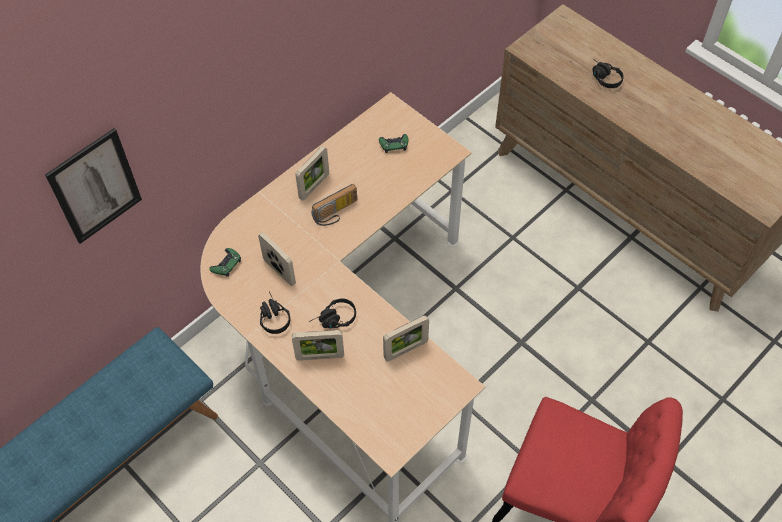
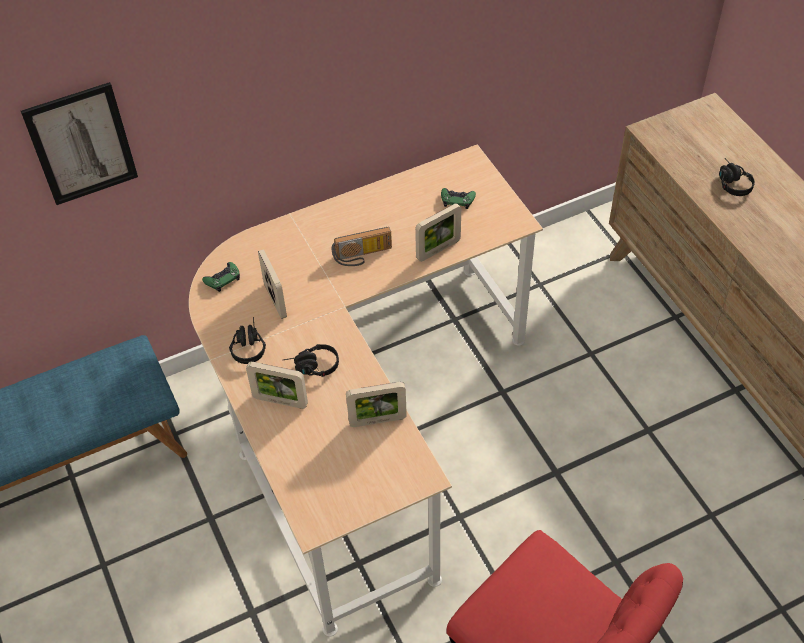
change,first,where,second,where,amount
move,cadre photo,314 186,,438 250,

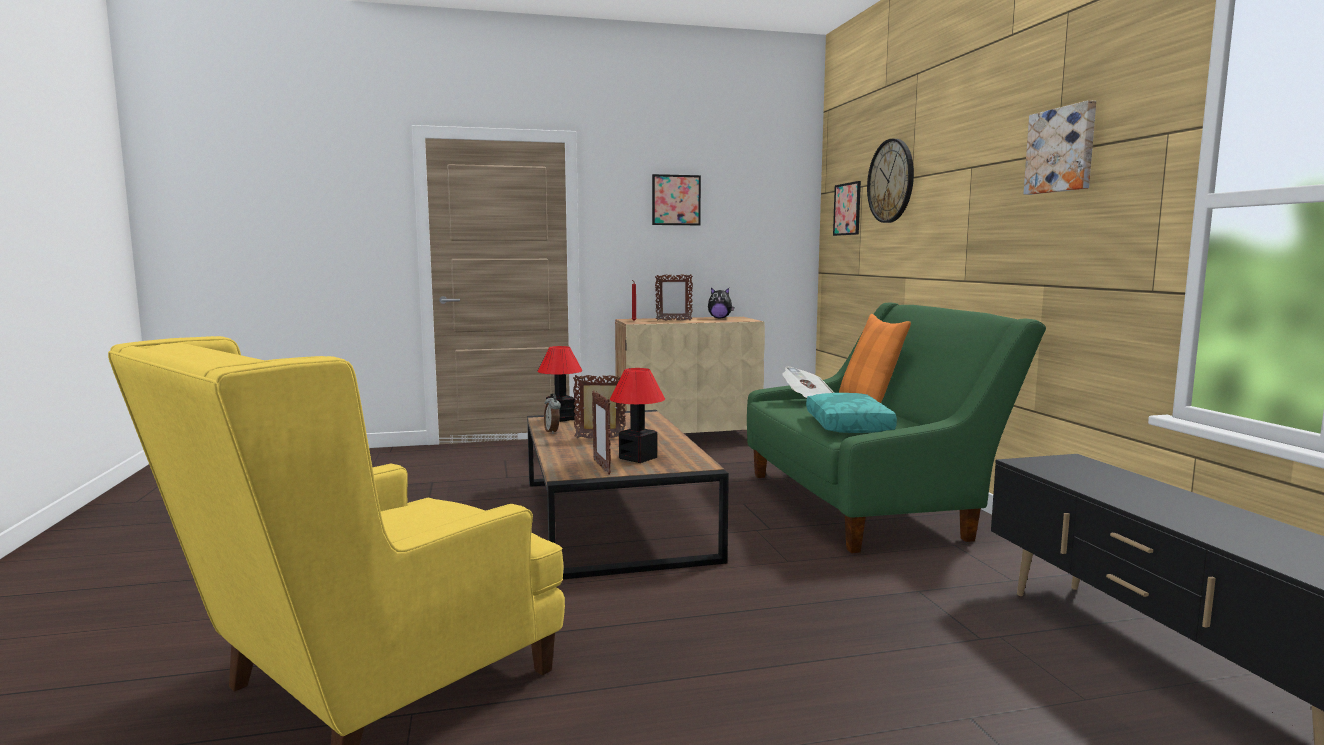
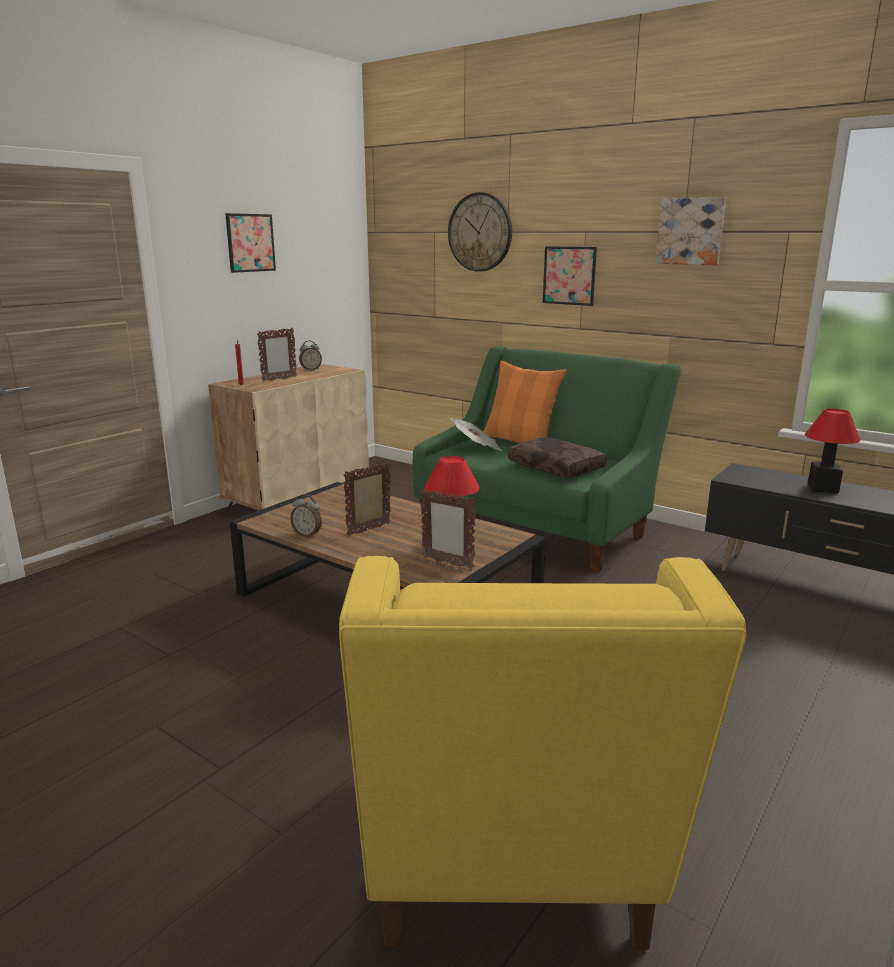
change,first,where,second,where,amount
move,tableau,847 209,,569 275,
replace,peluche,719 318,réveil,310 369,
move,lampe de table,560 419,,822 489,
recolor,coussin [turquoise],850 425,coussin [marron],557 468,

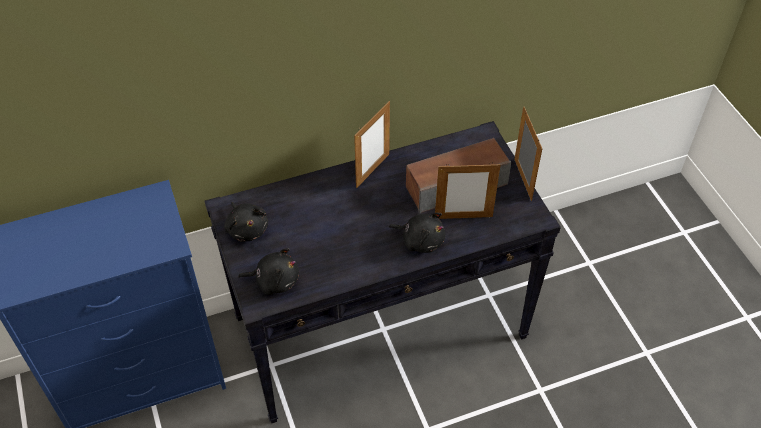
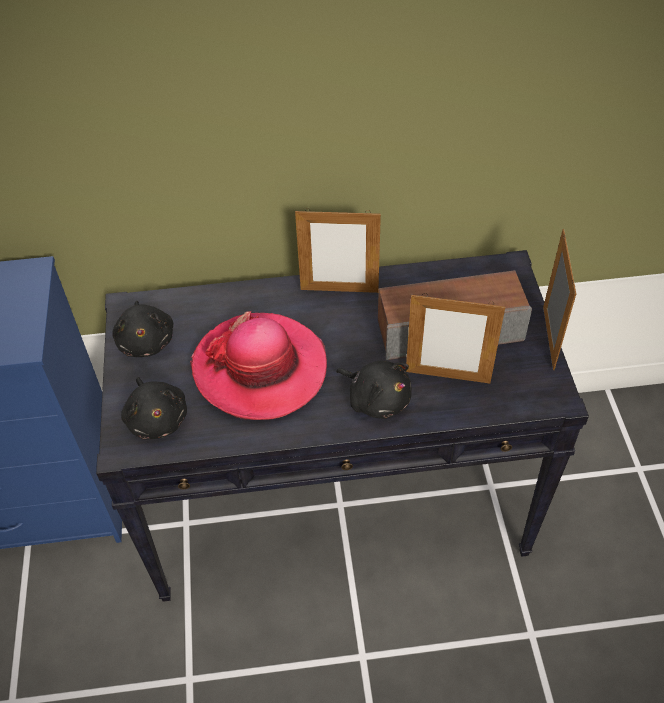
change,first,where,second,where,amount
rotate,cadre photo,372 170,,339 290,45 degrees clockwise
rotate,peluche [noir],274 280,,157 418,45 degrees clockwise
insert,,,chapeau,260 368,

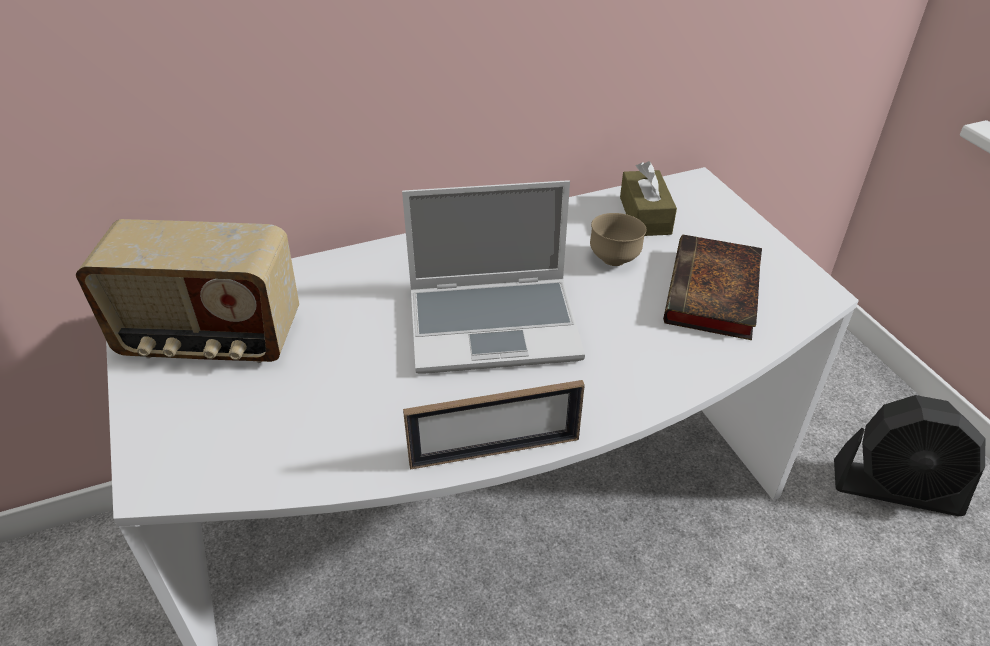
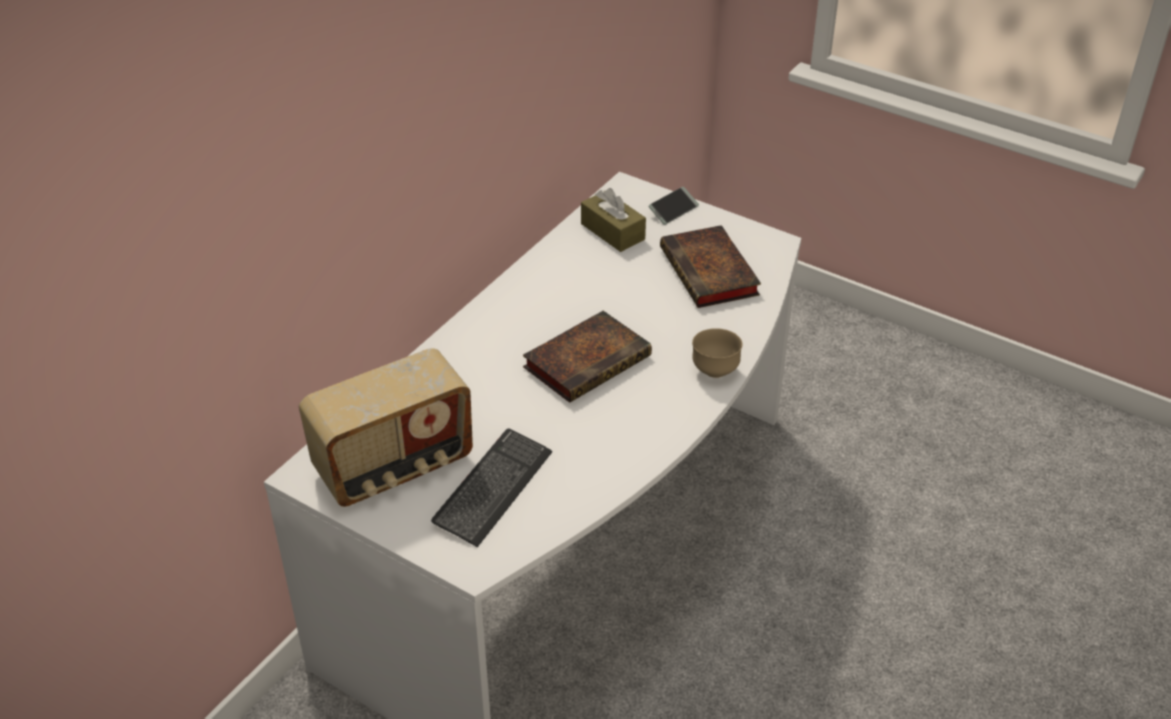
change,first,where,second,where,amount
replace,ordinateur portable,495 325,livre,588 360,
move,bol [marron],614 259,,715 371,
delete,cadre photo,495 451,,,
delete,ventilateur [noir],896 488,,,
insert,,,téléphone,673 210,
insert,,,clavier,493 488,

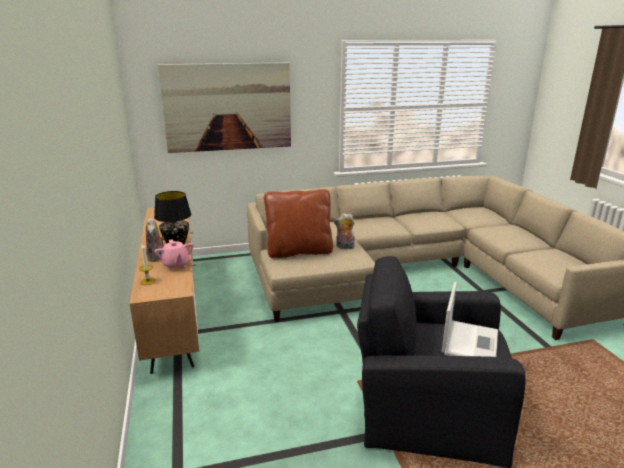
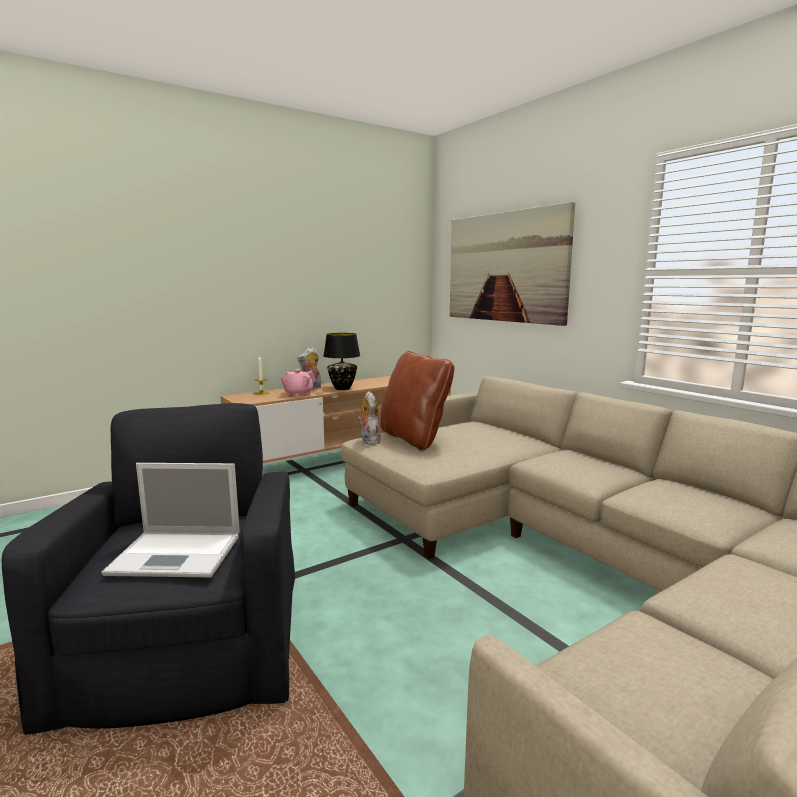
change,first,where,second,where,amount
move,peluche,344 247,,369 441,

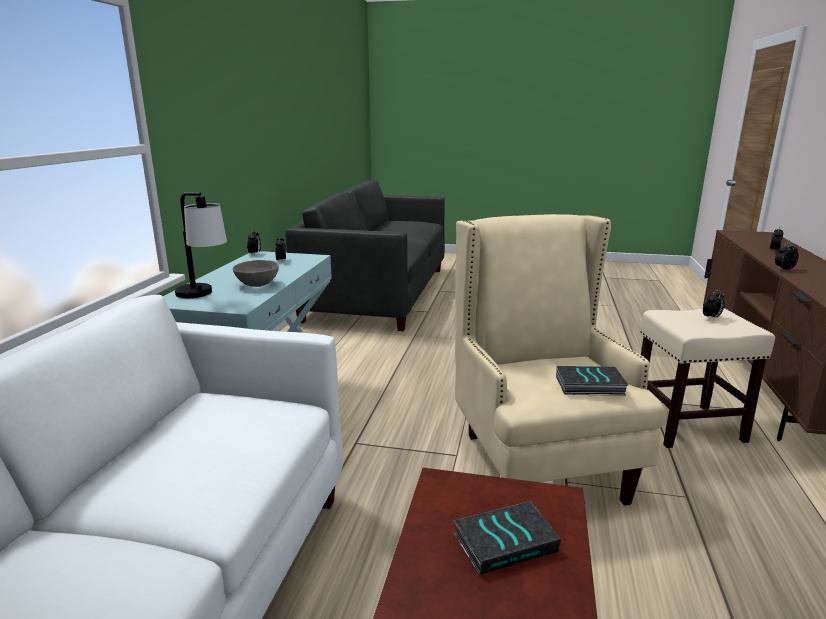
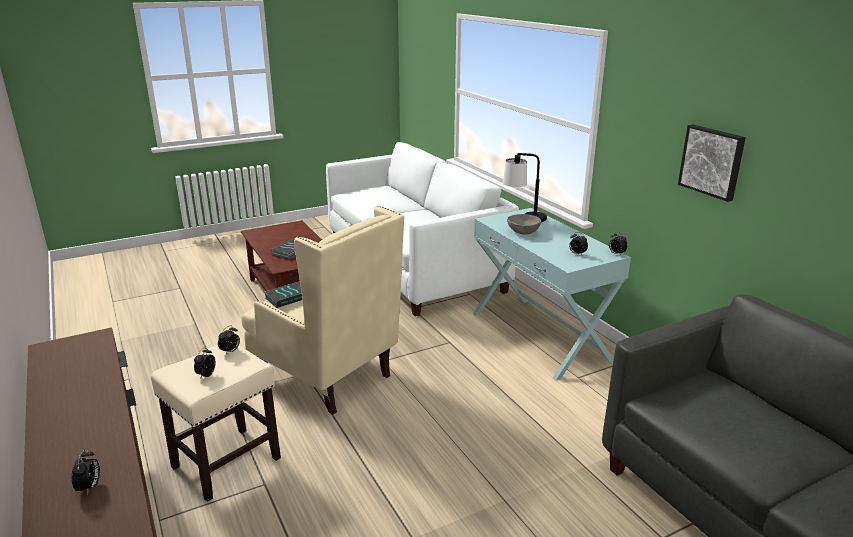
change,first,where,second,where,amount
move,réveil,783 269,,230 351,
insert,,,tableau,712 161,

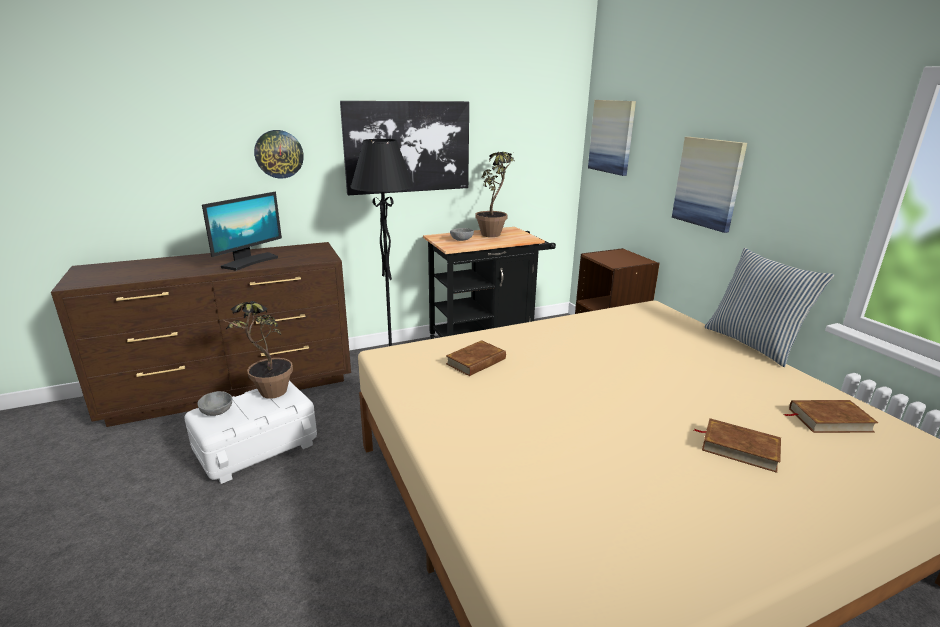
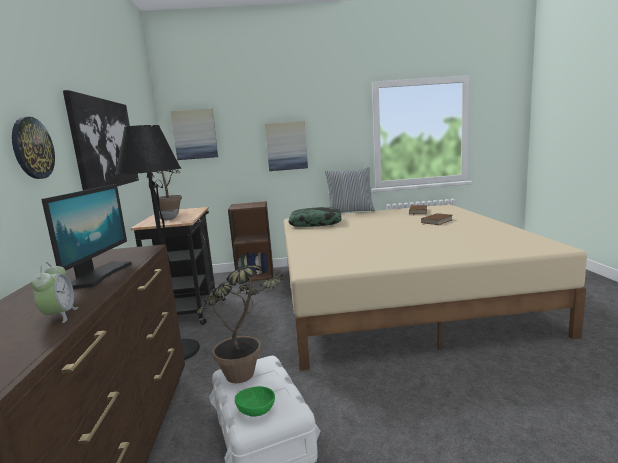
change,first,where,second,where,amount
rotate,écran d'ordinateur,249 262,,99 275,45 degrees clockwise
delete,livre [marron],476 361,,,
recolor,bol [gris],218 411,bol [vert],256 410,
insert,,,coussin,316 223,
insert,,,réveil,59 316,

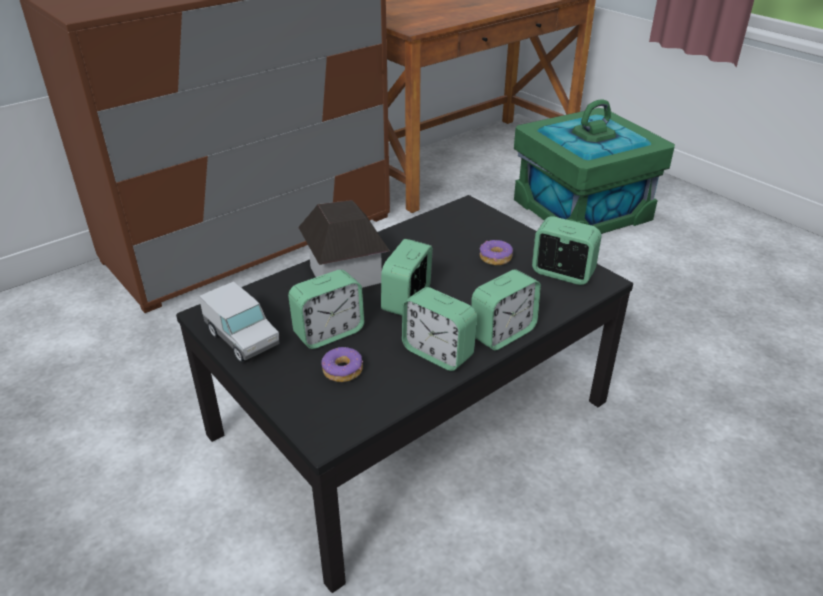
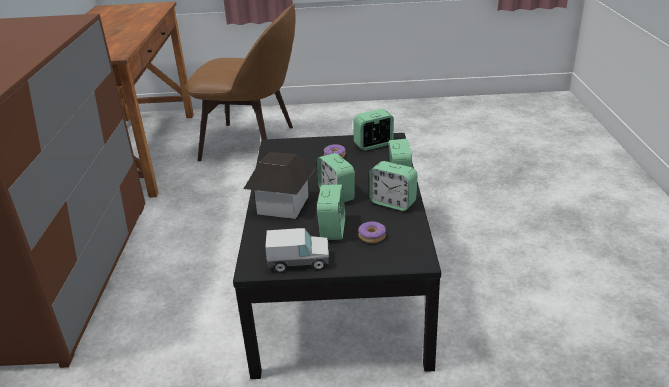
change,first,where,second,where,amount
replace,boîte de rangement [vert],582 210,chaise [marron],252 143,
rotate,réveil,438 353,,393 202,45 degrees clockwise

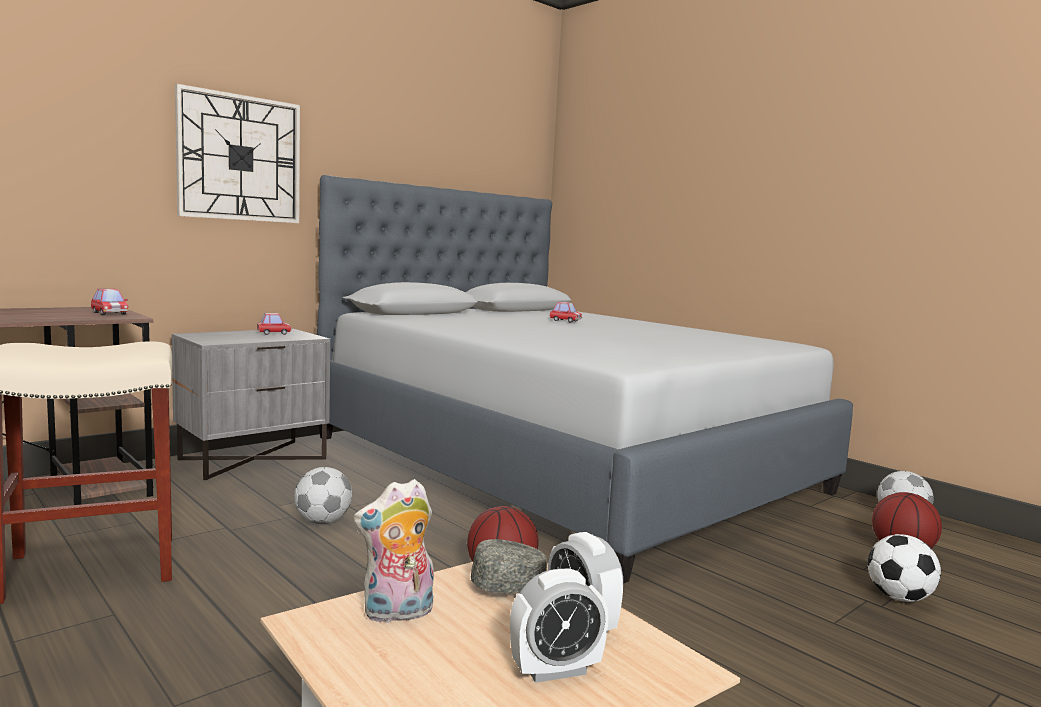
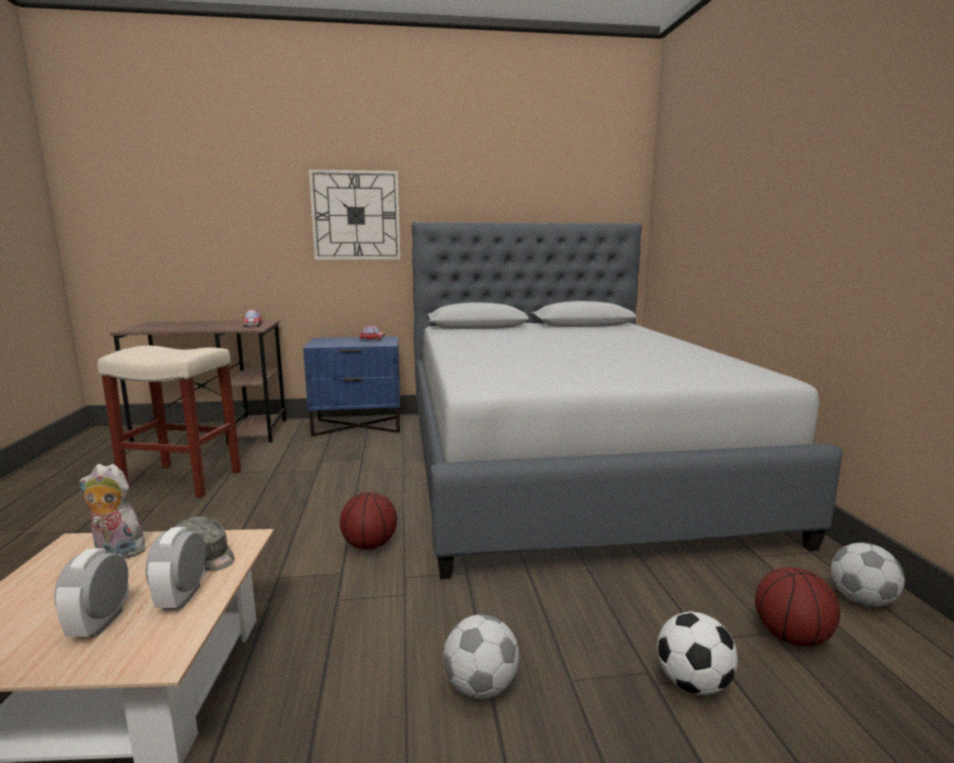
change,first,where,second,where,amount
delete,petite voiture,565 321,,,
recolor,table de chevet [gris],253 458,table de chevet [bleu],358 426,
move,ballon de foot,323 522,,481 687,
rotate,réveil,555 670,,100 623,75 degrees clockwise

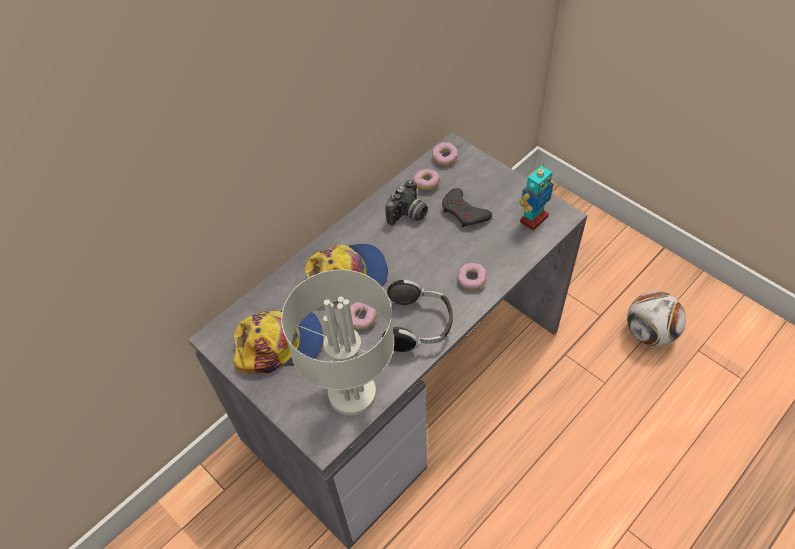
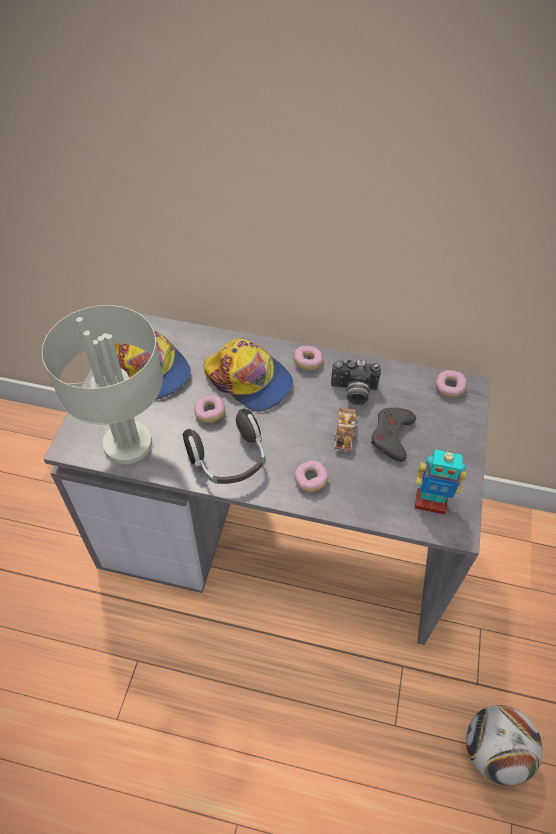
change,first,where,second,where,amount
move,beignet,426 184,,307 362,
insert,,,petite voiture,344 434,

